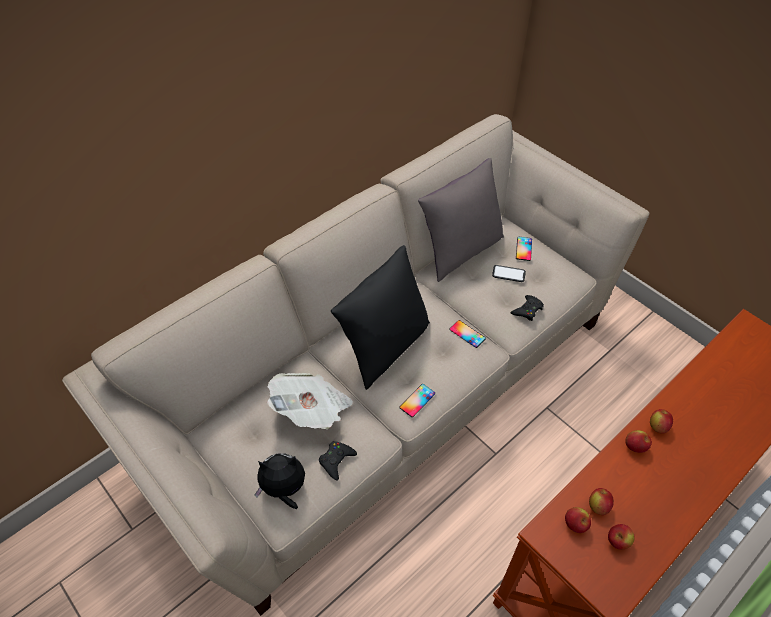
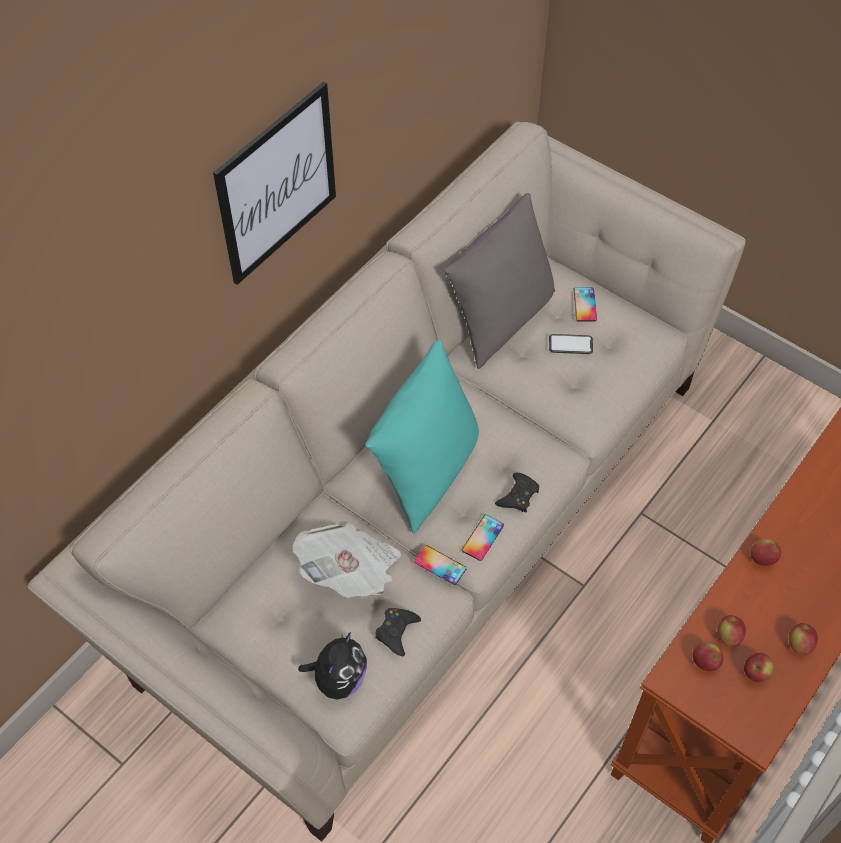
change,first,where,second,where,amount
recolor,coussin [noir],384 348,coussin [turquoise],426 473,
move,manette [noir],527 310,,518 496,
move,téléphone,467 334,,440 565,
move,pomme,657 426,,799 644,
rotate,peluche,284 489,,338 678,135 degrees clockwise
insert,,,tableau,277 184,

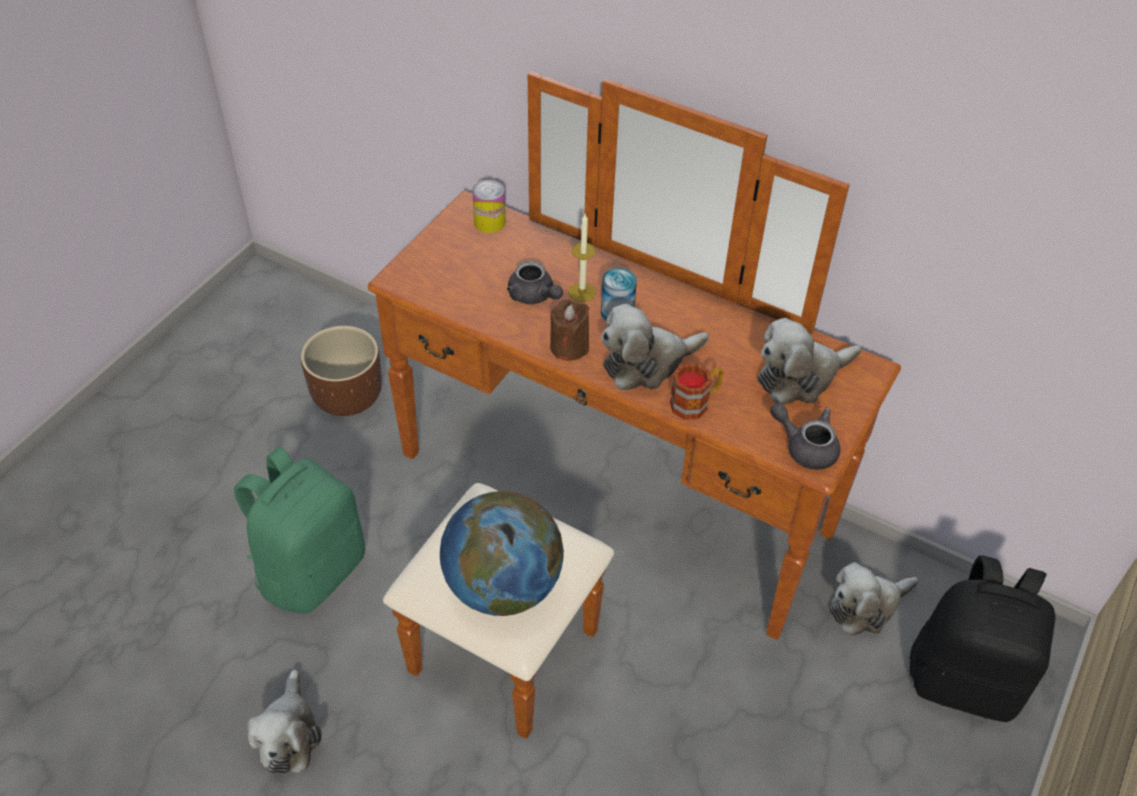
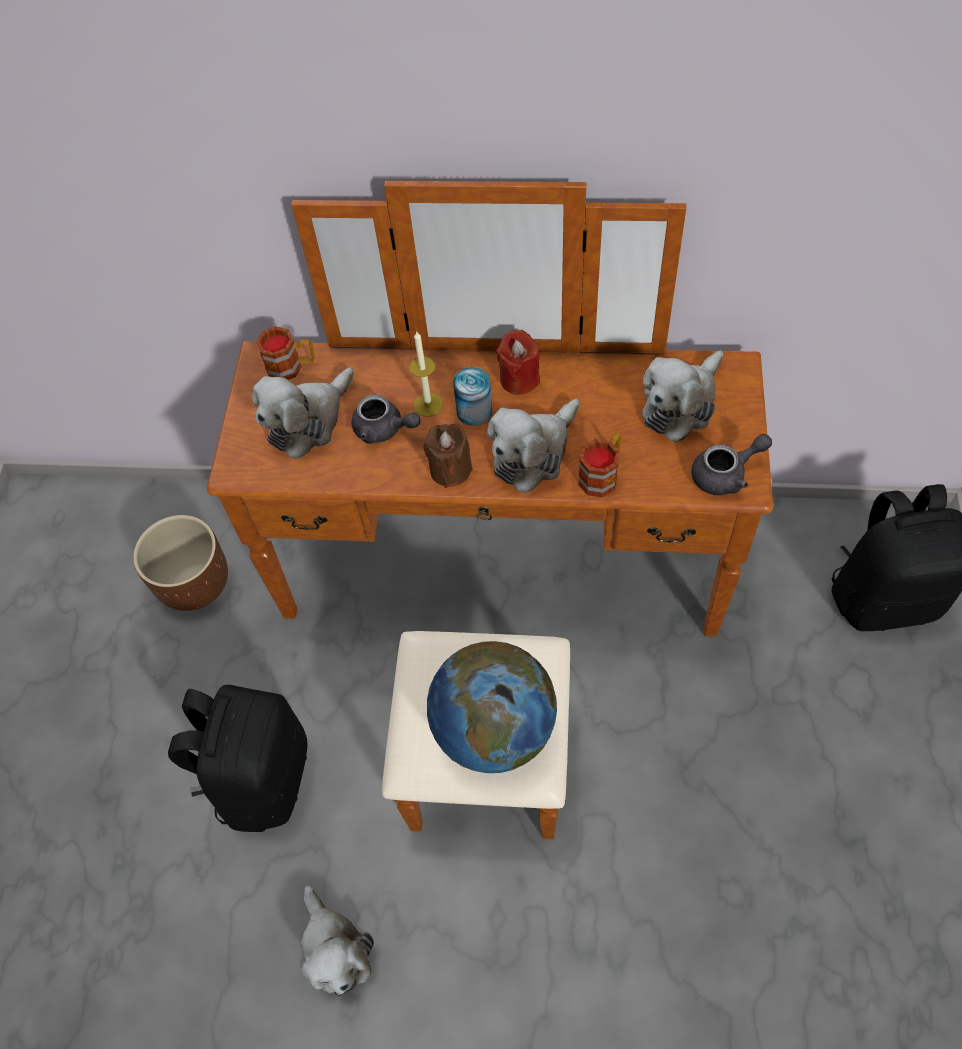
change,first,where,second,where,amount
replace,boîte métallique,489 222,mug,291 367,
rotate,théière [gris],805 447,,726 474,150 degrees clockwise
recolor,sac à dos [vert],311 570,sac à dos [noir],261 777,
move,peluche,866 606,,308 421,
insert,,,bougie [rouge],519 379,

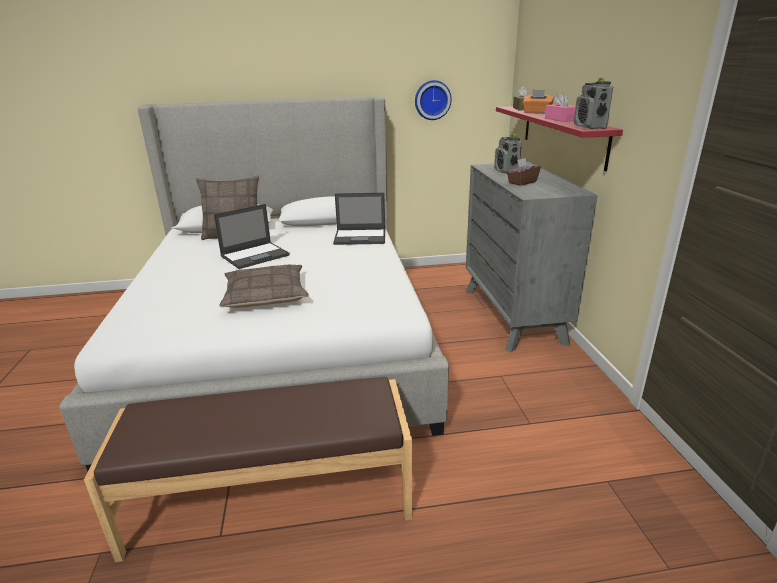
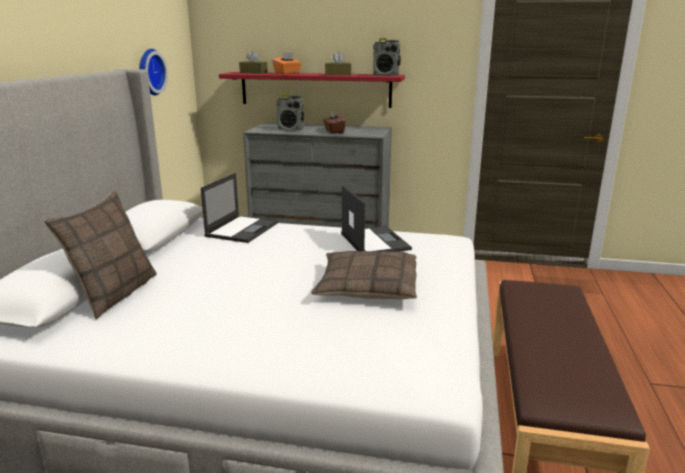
change,first,where,second,where,amount
recolor,boîte à mouchoirs [rose],560 119,boîte à mouchoirs [marron],338 74,
move,ordinateur portable,256 255,,374 241,

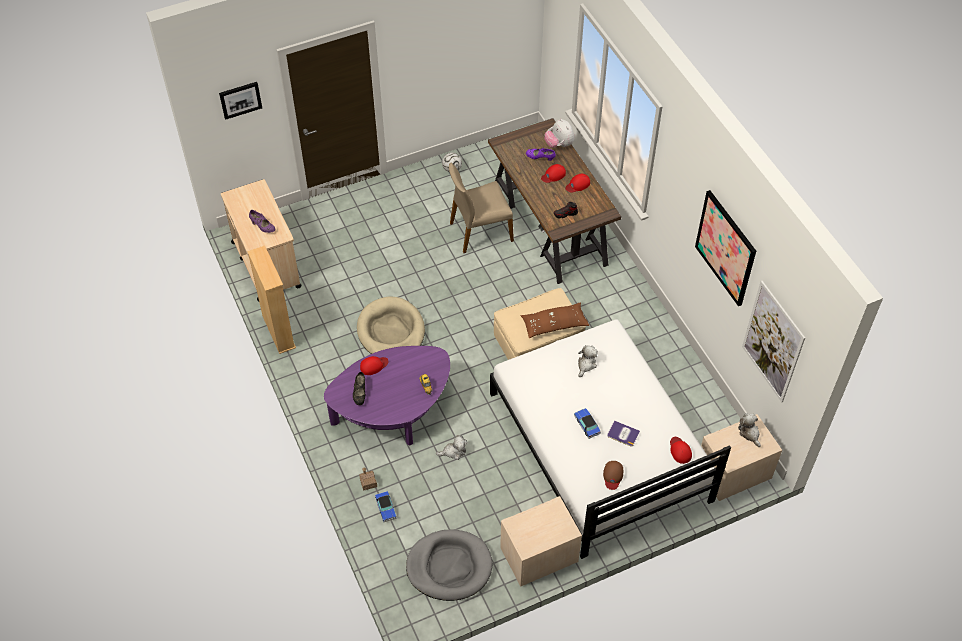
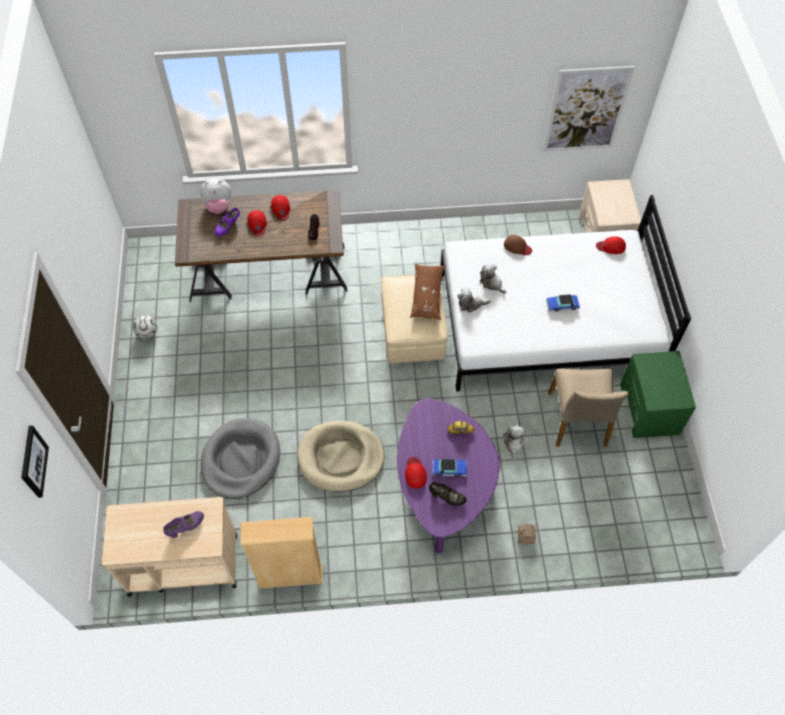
change,first,where,second,where,amount
move,chaise [beige],480 231,,578 419,
delete,tableau,726 248,,,
move,peluche,749 433,,471 304,
delete,livre,623 434,,,
move,casquette [marron],613 475,,517 247,
move,petite voiture,385 508,,449 469,
recolor,table de chevet [beige],538 554,table de chevet [vert],649 408,
move,panier pour chien [gris],449 567,,240 460,

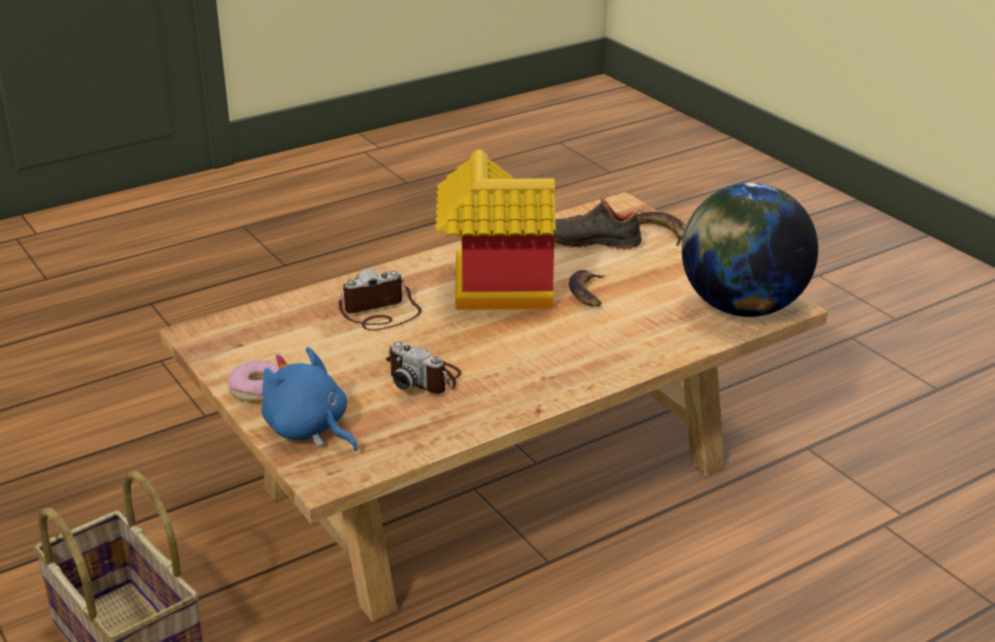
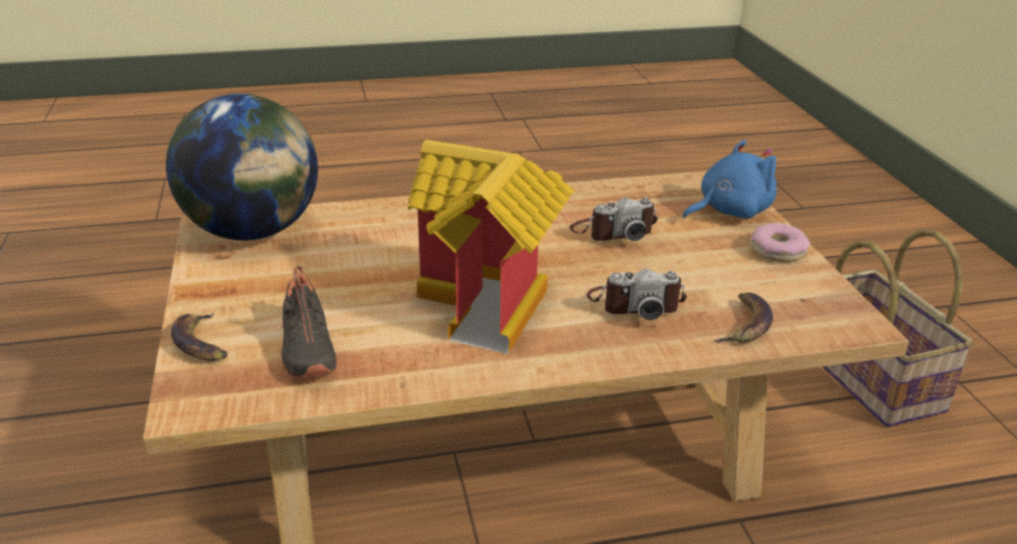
change,first,where,second,where,amount
rotate,chaussure [noir],591 241,,305 348,45 degrees clockwise
move,banane,588 293,,745 324,
rotate,appareil photo,425 377,,613 231,105 degrees clockwise
rotate,peluche [bleu],309 430,,729 211,90 degrees counterclockwise

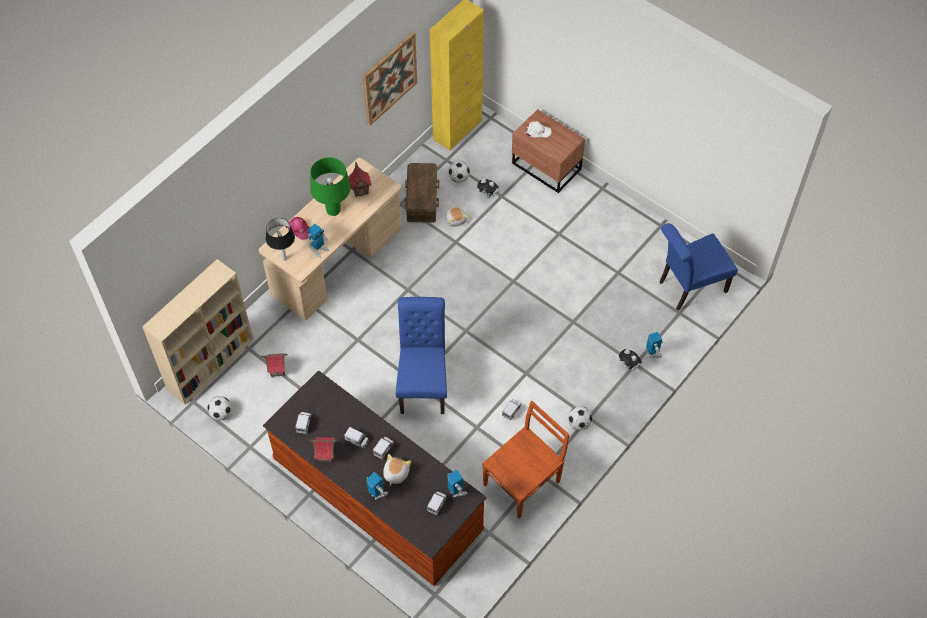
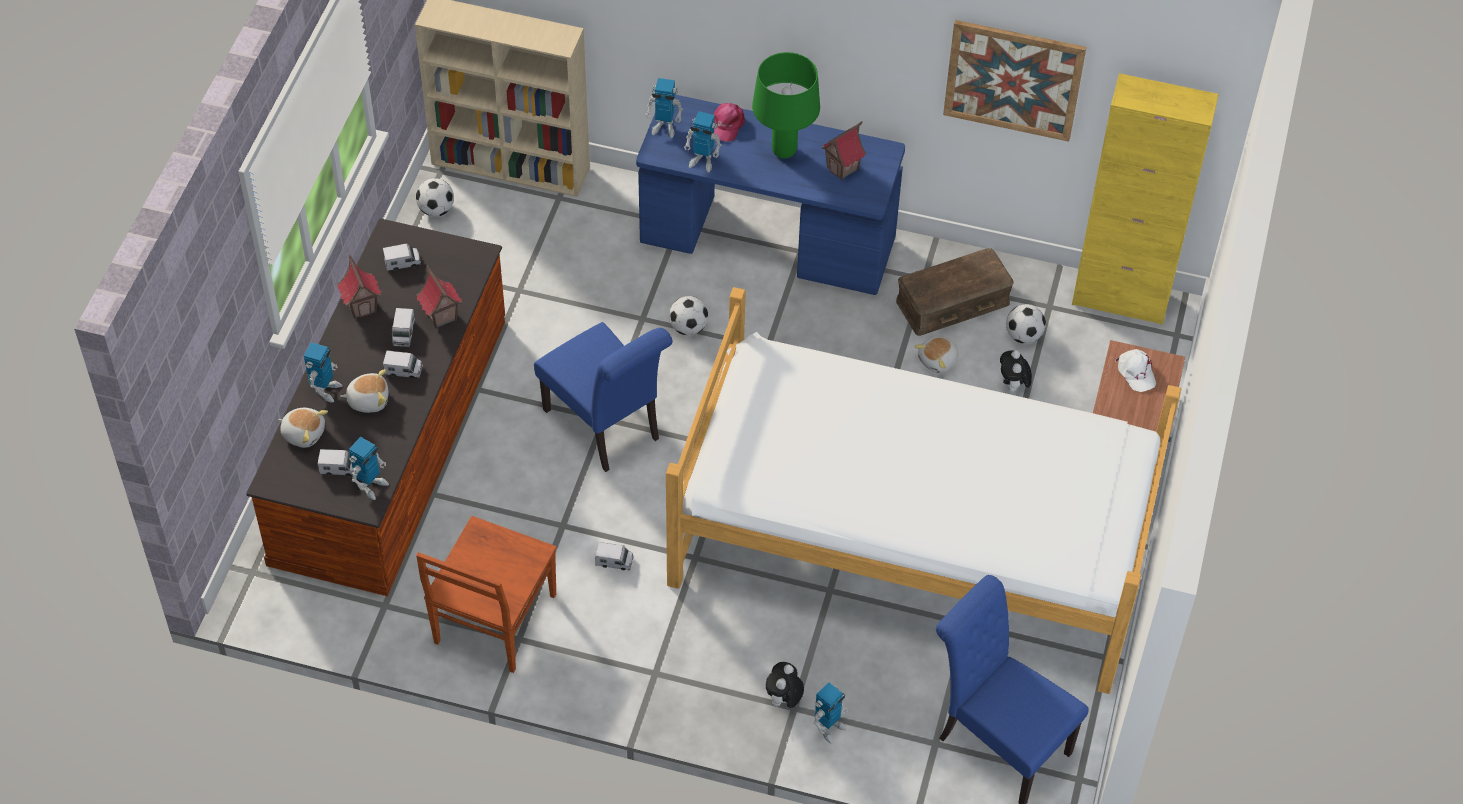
change,first,where,second,where,amount
recolor,bureau [beige],337 262,bureau [bleu],767 241,
replace,lampe de table,284 258,robot jouet,664 127,
rotate,chaise [bleu],423 383,,607 428,75 degrees clockwise
move,maison miniature,278 371,,440 317,
rotate,chaise [marron],523 482,,493 621,90 degrees clockwise
move,ballon de foot,579 423,,688 328,
insert,,,lit,912 545,
insert,,,peluche,304 433,

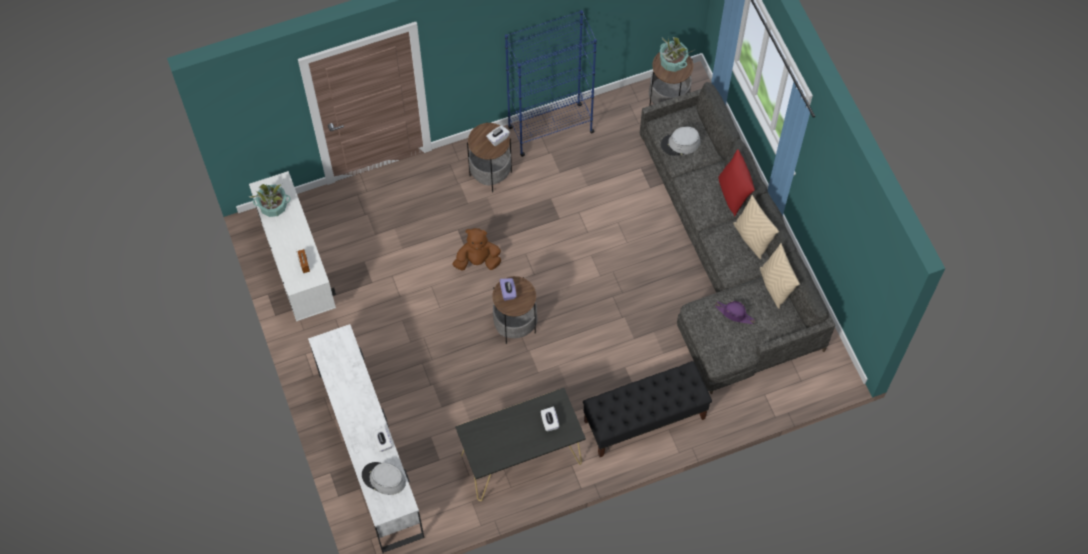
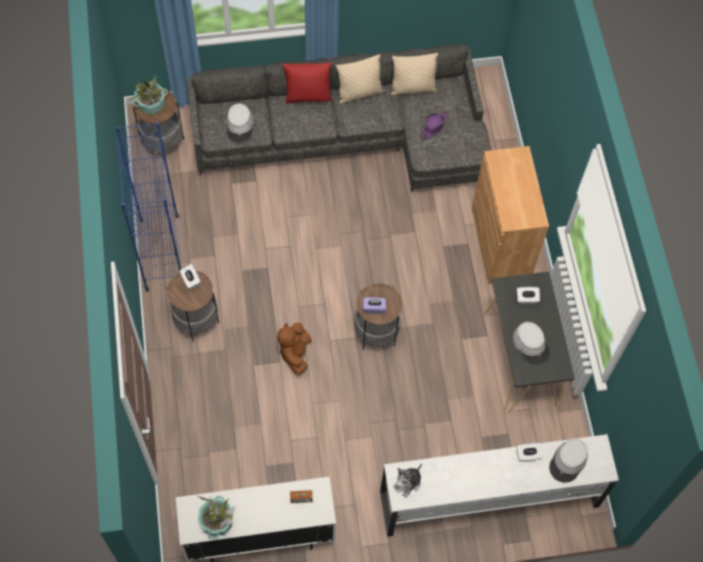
change,first,where,second,where,amount
replace,banc [noir],644 420,meuble de rangement [marron],500 242,
insert,,,chapeau [gris],531 344,
insert,,,peluche,408 482,

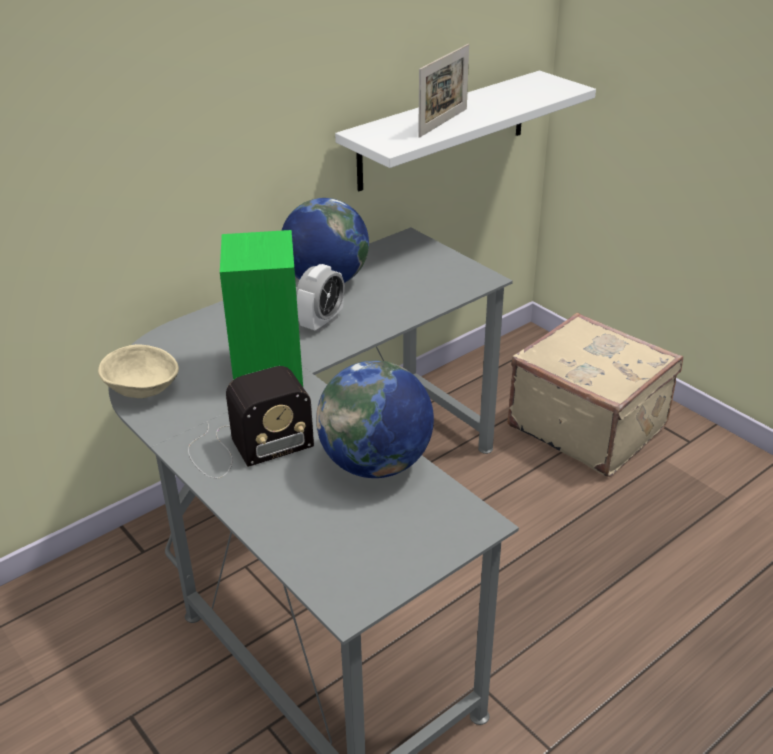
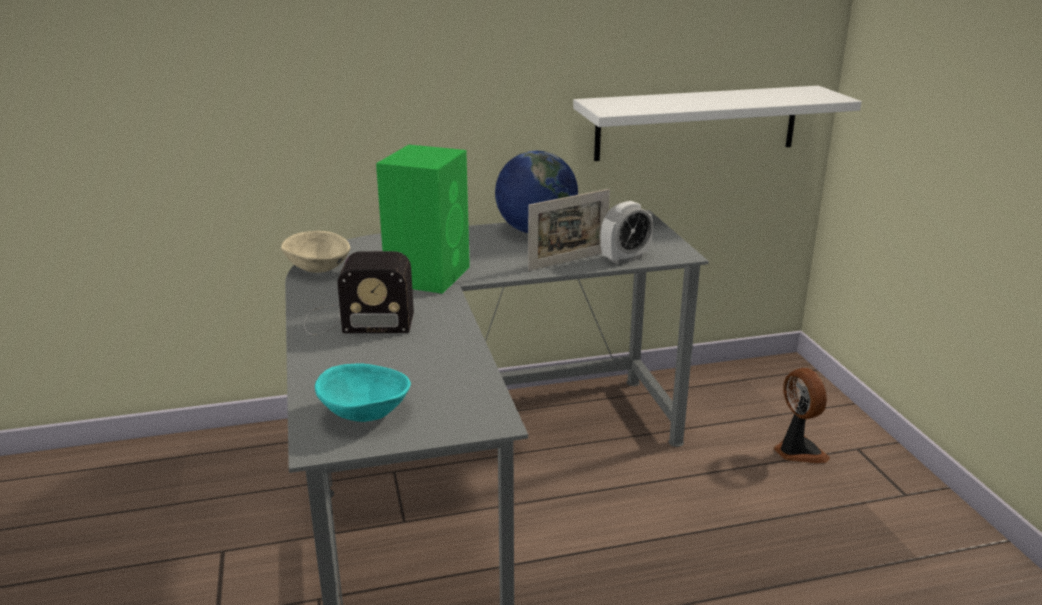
change,first,where,second,where,amount
move,cadre photo,443 122,,568 261,
move,réveil,322 322,,625 259,
replace,valise [beige],588 426,ventilateur,797 451,
delete,globe,376 464,,,
insert,,,bol [turquoise],365 414,

